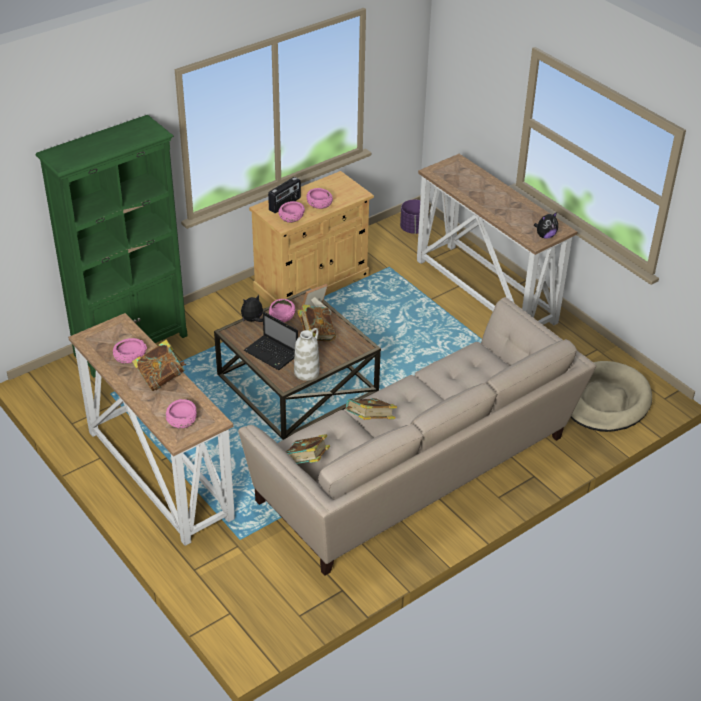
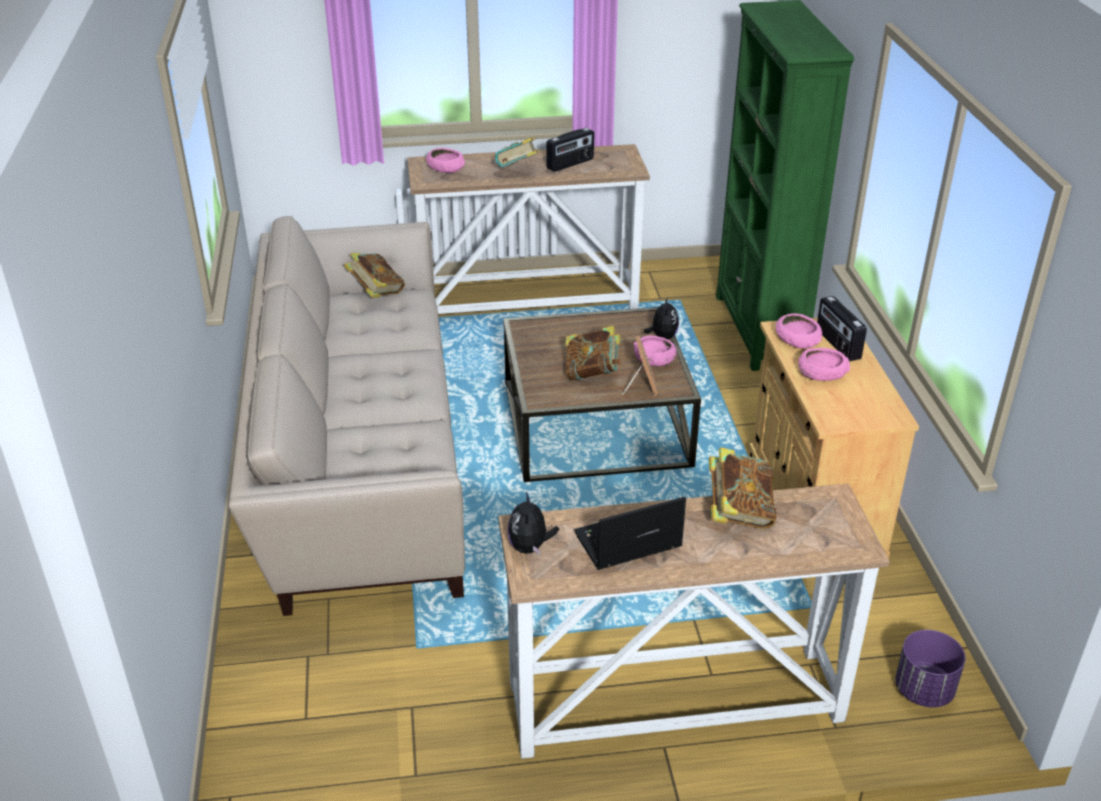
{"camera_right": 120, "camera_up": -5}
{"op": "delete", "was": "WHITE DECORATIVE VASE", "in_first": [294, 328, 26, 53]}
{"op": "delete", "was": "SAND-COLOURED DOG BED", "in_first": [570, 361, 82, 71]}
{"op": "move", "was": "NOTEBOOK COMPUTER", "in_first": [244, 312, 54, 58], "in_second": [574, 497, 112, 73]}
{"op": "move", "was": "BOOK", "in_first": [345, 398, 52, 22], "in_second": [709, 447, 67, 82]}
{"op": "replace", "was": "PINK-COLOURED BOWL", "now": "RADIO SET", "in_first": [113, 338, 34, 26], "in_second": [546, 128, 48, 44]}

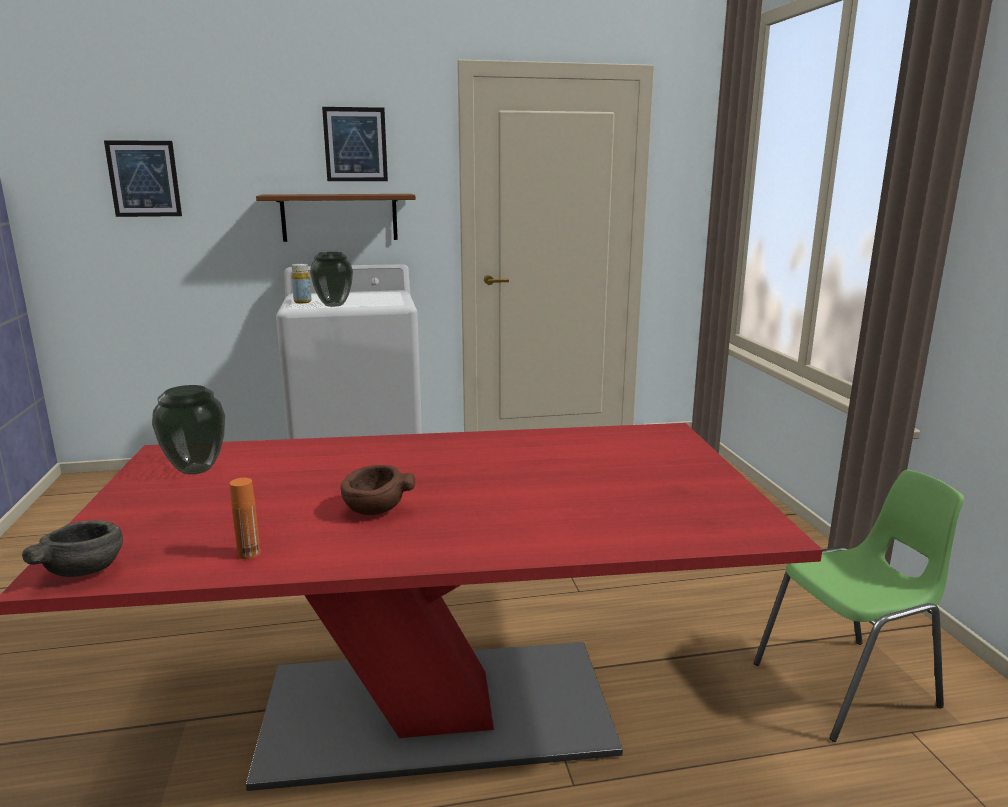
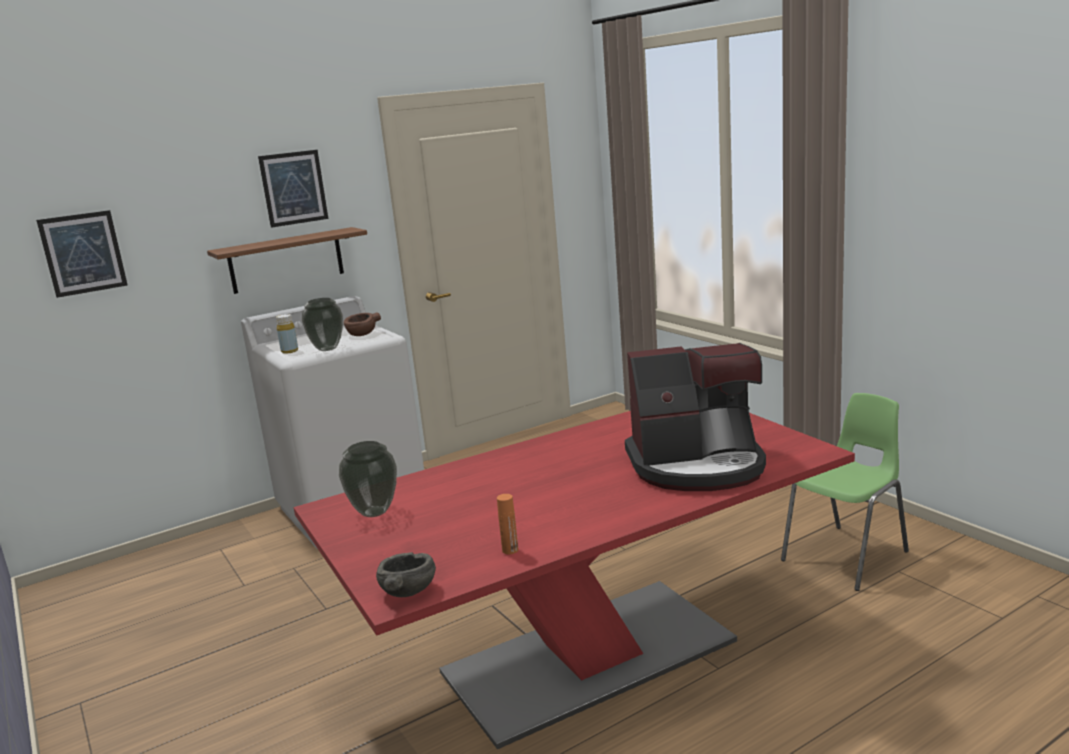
{"camera_right": -20, "camera_up": 0}
{"op": "insert", "now": "COFFEE MACHINE", "in_second": [625, 343, 141, 148]}
{"op": "move", "was": "BROWN-COLOURED BOWL", "in_first": [341, 465, 74, 50], "in_second": [344, 313, 37, 23]}

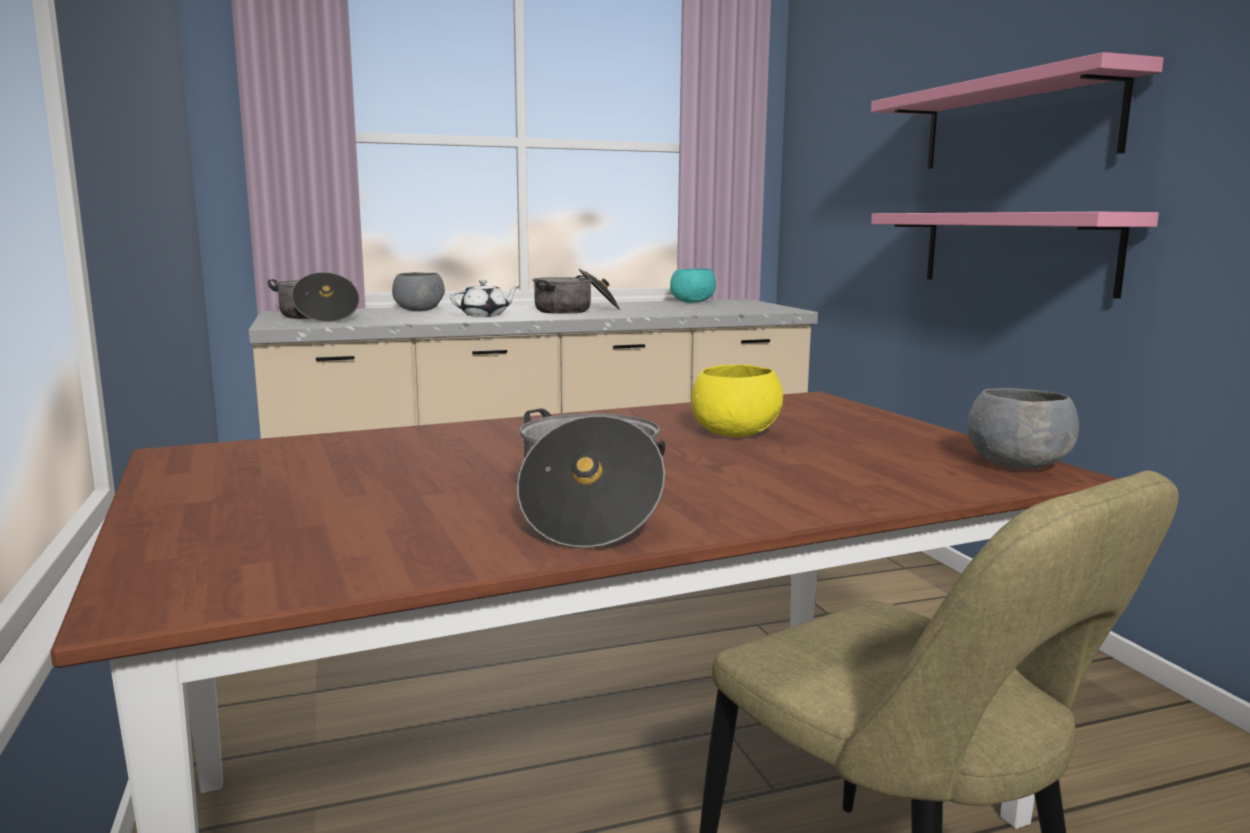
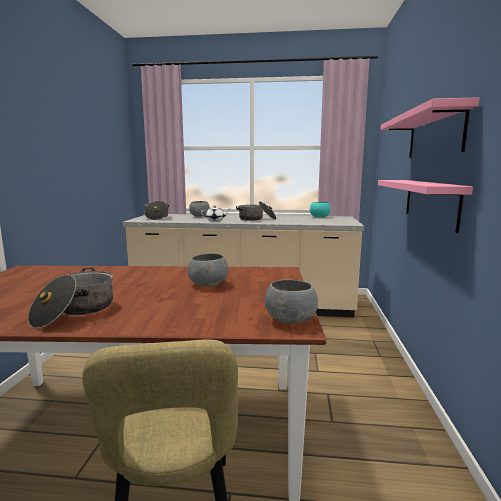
{"camera_right": 25, "camera_up": 0}
{"op": "recolor", "was": "YELLOW-COLOURED BOWL", "now": "GREY BOWL", "in_first": [691, 365, 92, 72], "in_second": [188, 254, 40, 33]}

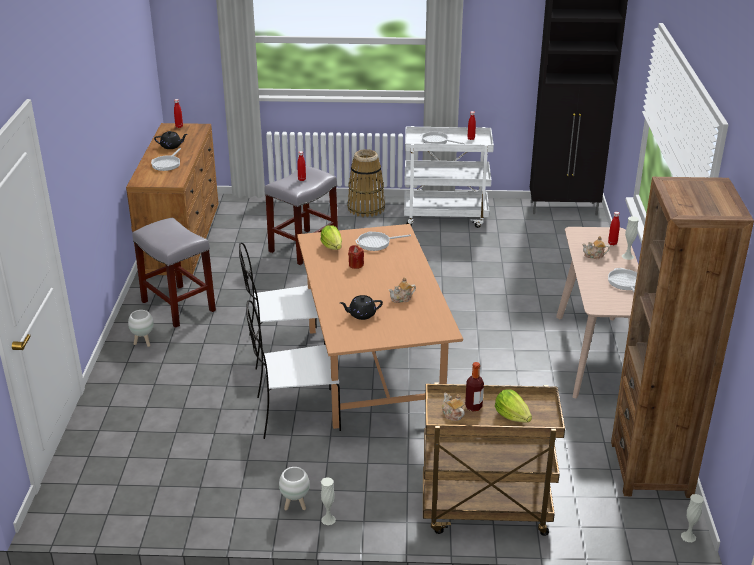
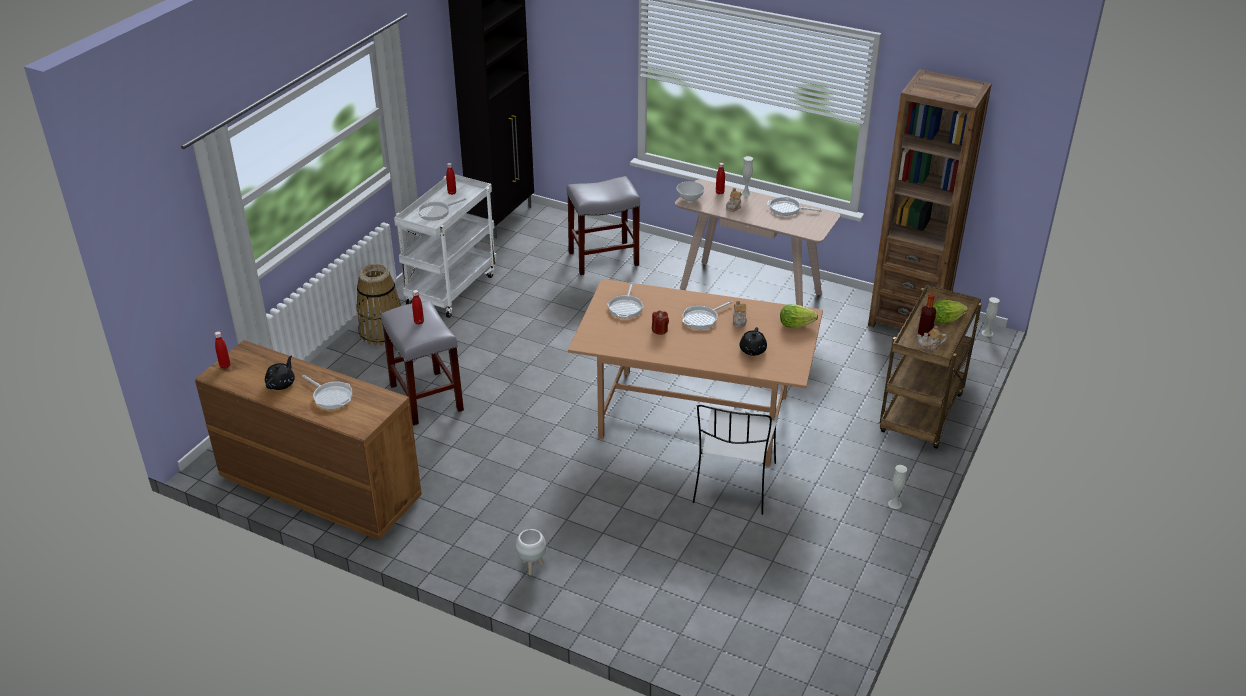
{"camera_right": -65, "camera_up": 5}
{"op": "delete", "was": "WHITE CHAIR", "in_first": [239, 243, 86, 127]}
{"op": "delete", "was": "WHITE PLANT POT", "in_first": [279, 467, 31, 43]}
{"op": "insert", "now": "WHITE BOWL", "in_second": [676, 181, 29, 21]}
{"op": "insert", "now": "FRYING PAN", "in_second": [682, 301, 50, 28]}
{"op": "move", "was": "GREY SITTING STOOL", "in_first": [132, 217, 84, 111], "in_second": [567, 176, 73, 100]}
{"op": "move", "was": "LETTUCE HEAD", "in_first": [320, 225, 22, 25], "in_second": [780, 304, 38, 24]}

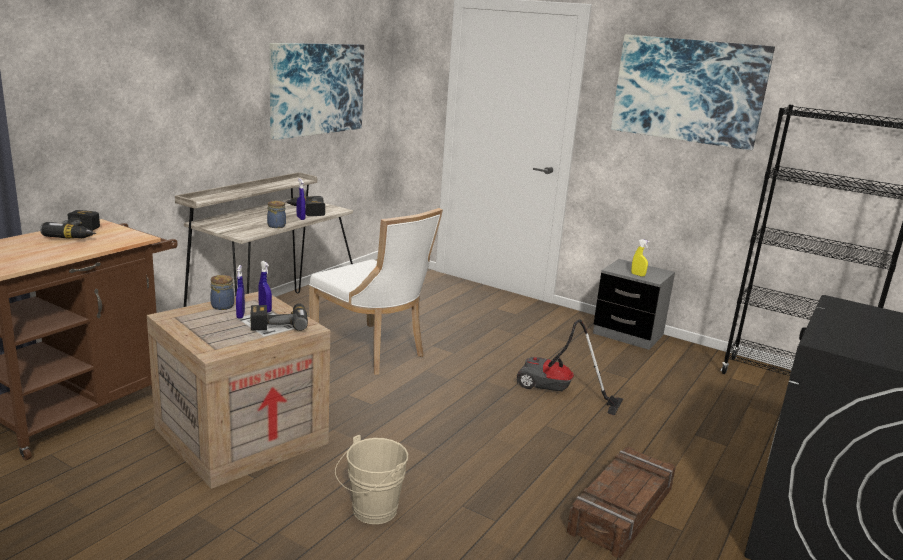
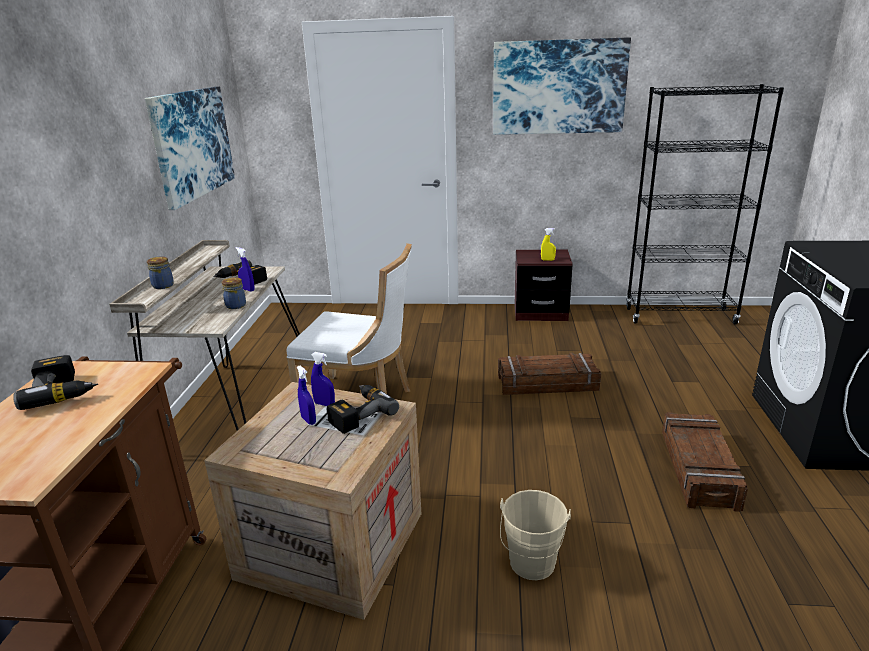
{"camera_right": -25, "camera_up": 5}
{"op": "move", "was": "JAR", "in_first": [210, 275, 24, 35], "in_second": [147, 256, 27, 33]}
{"op": "replace", "was": "VACUUM", "now": "PACKING CRATE", "in_first": [517, 319, 106, 97], "in_second": [498, 353, 103, 42]}
{"op": "recolor", "was": "GREY NIGHT TABLE", "now": "BROWN-COLOURED NIGHT TABLE", "in_first": [593, 259, 82, 91], "in_second": [514, 250, 59, 71]}

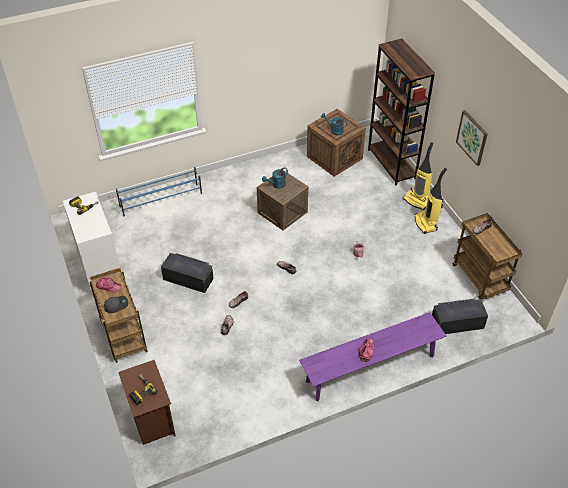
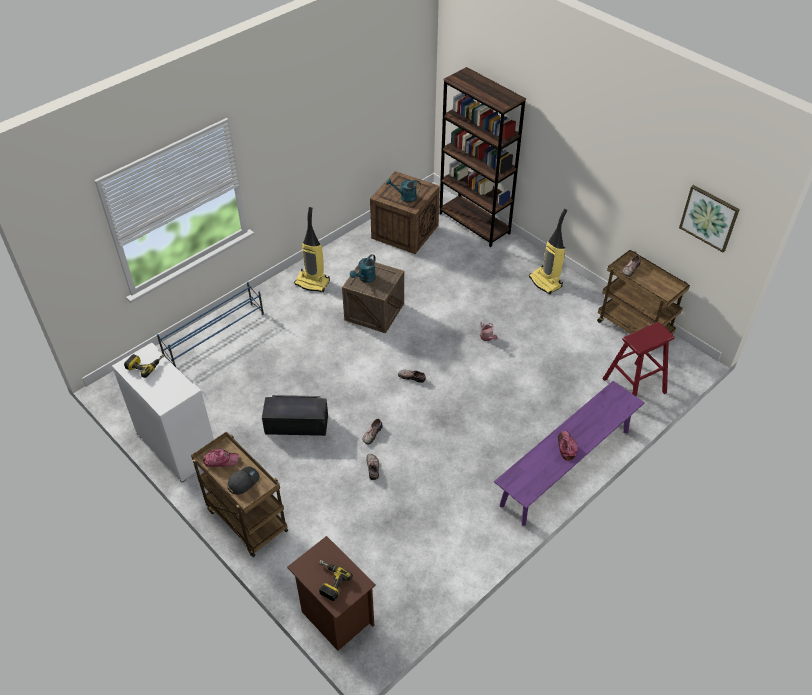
{"camera_right": -20, "camera_up": 0}
{"op": "move", "was": "VACUUM", "in_first": [403, 142, 30, 68], "in_second": [294, 207, 36, 85]}
{"op": "move", "was": "PICTURE", "in_first": [456, 110, 31, 56], "in_second": [679, 185, 61, 67]}
{"op": "replace", "was": "BLACK-COLOURED STORAGE CONTAINER", "now": "REDDISH SITTING STOOL", "in_first": [432, 298, 56, 36], "in_second": [603, 322, 72, 75]}

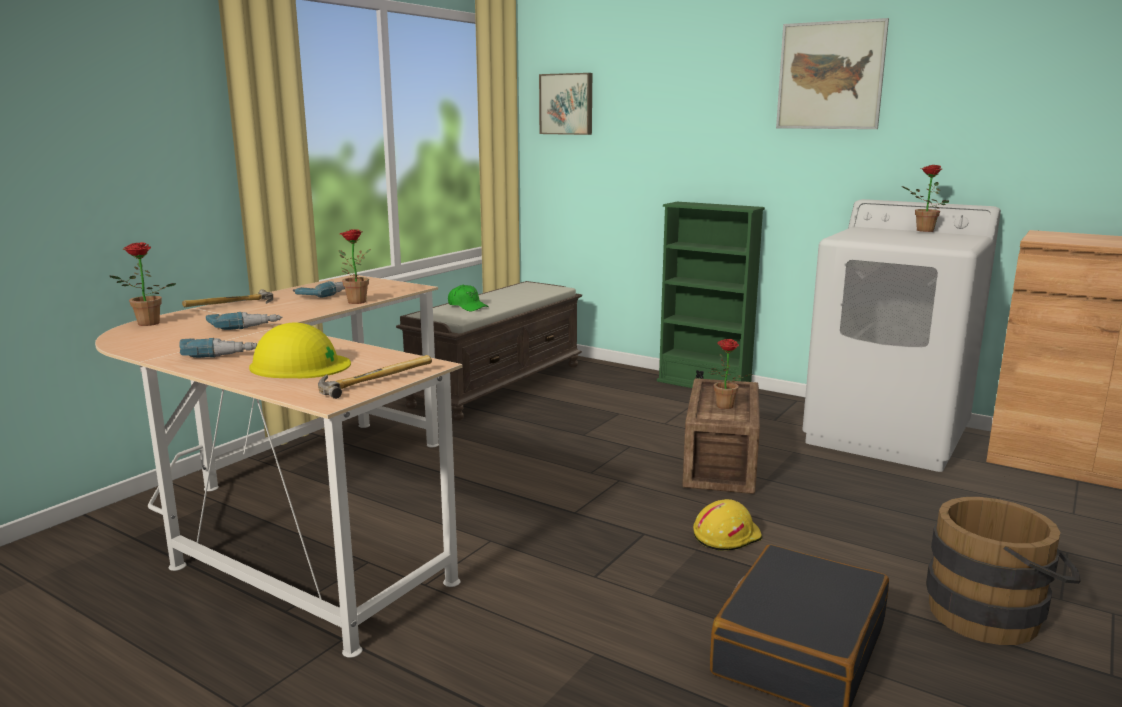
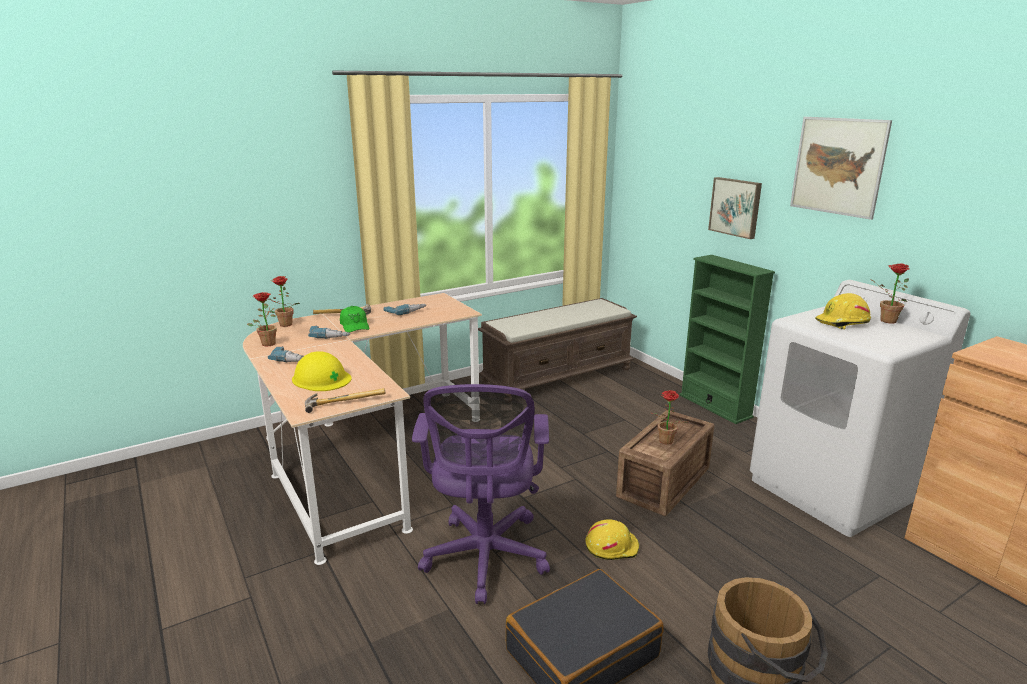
{"camera_right": 25, "camera_up": 5}
{"op": "insert", "now": "PURPLE OFFICE CHAIR", "in_second": [412, 384, 138, 220]}
{"op": "insert", "now": "YELLOW-COLOURED SAFETY HELMET", "in_second": [815, 293, 56, 36]}
{"op": "move", "was": "POTTED PLANT", "in_first": [339, 229, 32, 75], "in_second": [247, 292, 30, 54]}
{"op": "move", "was": "GREENISH CAP", "in_first": [448, 284, 41, 27], "in_second": [340, 306, 29, 27]}
{"op": "move", "was": "PICTURE", "in_first": [539, 73, 53, 62], "in_second": [708, 177, 54, 62]}

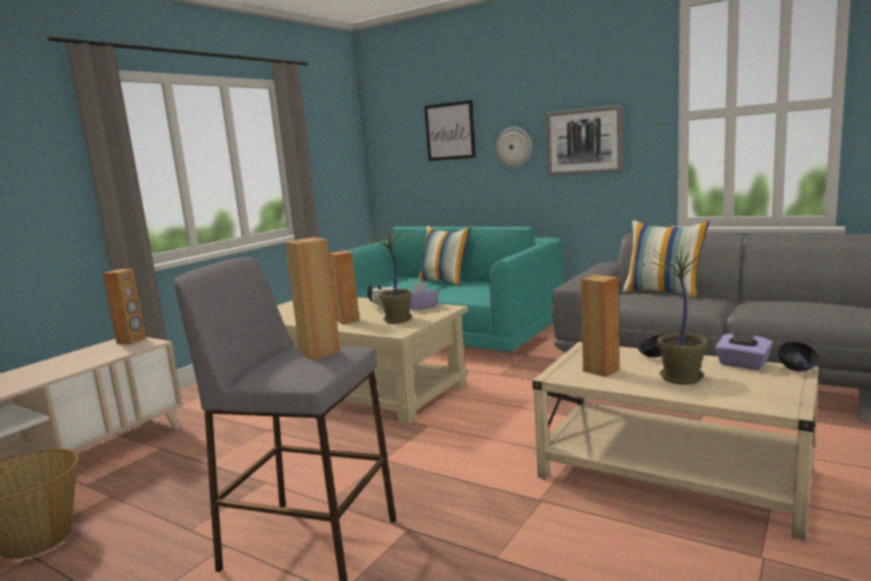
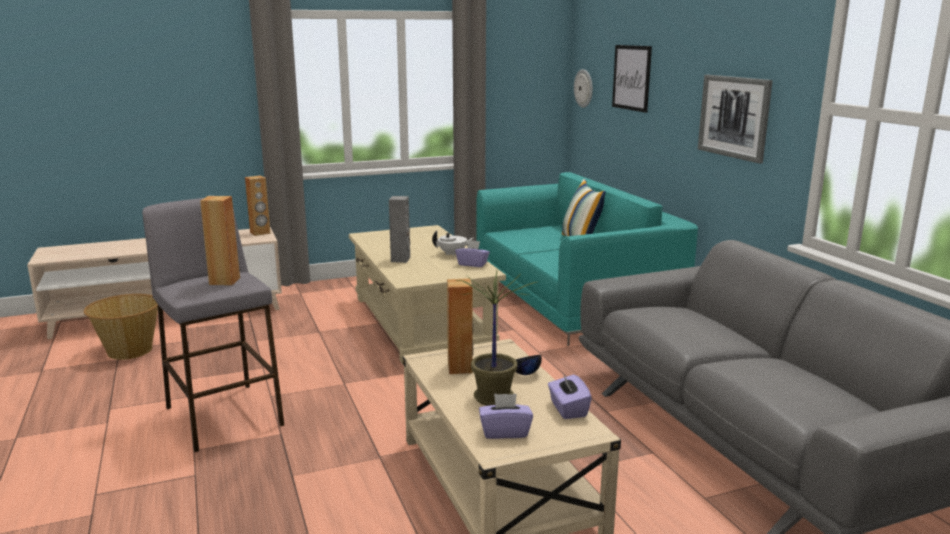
{"camera_right": 35, "camera_up": 5}
{"op": "delete", "was": "POTTED PLANT", "in_first": [361, 228, 56, 96]}
{"op": "delete", "was": "THROW PILLOW", "in_first": [622, 220, 88, 79]}
{"op": "delete", "was": "BLACK-COLOURED BOWL", "in_first": [778, 341, 42, 31]}
{"op": "insert", "now": "PURPLE TISSUE HOLDER", "in_second": [479, 394, 54, 45]}
{"op": "move", "was": "HANGING CLOCK", "in_first": [496, 127, 36, 40], "in_second": [574, 69, 19, 39]}
{"op": "recolor", "was": "BROWN-COLOURED LOUDSPEAKER", "now": "GREY LOUDSPEAKER", "in_first": [329, 251, 31, 74], "in_second": [389, 196, 21, 67]}

